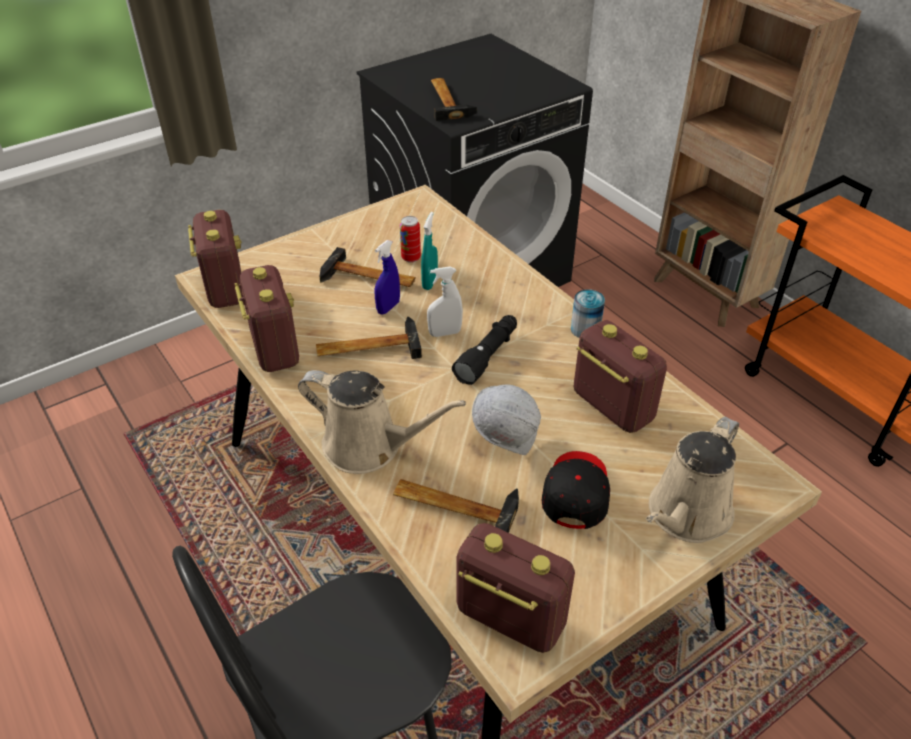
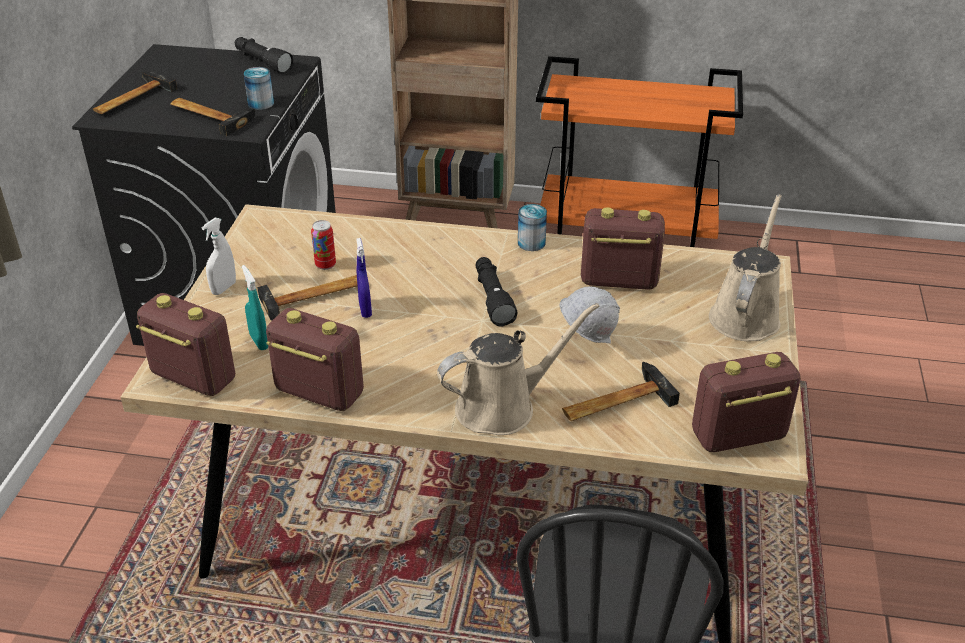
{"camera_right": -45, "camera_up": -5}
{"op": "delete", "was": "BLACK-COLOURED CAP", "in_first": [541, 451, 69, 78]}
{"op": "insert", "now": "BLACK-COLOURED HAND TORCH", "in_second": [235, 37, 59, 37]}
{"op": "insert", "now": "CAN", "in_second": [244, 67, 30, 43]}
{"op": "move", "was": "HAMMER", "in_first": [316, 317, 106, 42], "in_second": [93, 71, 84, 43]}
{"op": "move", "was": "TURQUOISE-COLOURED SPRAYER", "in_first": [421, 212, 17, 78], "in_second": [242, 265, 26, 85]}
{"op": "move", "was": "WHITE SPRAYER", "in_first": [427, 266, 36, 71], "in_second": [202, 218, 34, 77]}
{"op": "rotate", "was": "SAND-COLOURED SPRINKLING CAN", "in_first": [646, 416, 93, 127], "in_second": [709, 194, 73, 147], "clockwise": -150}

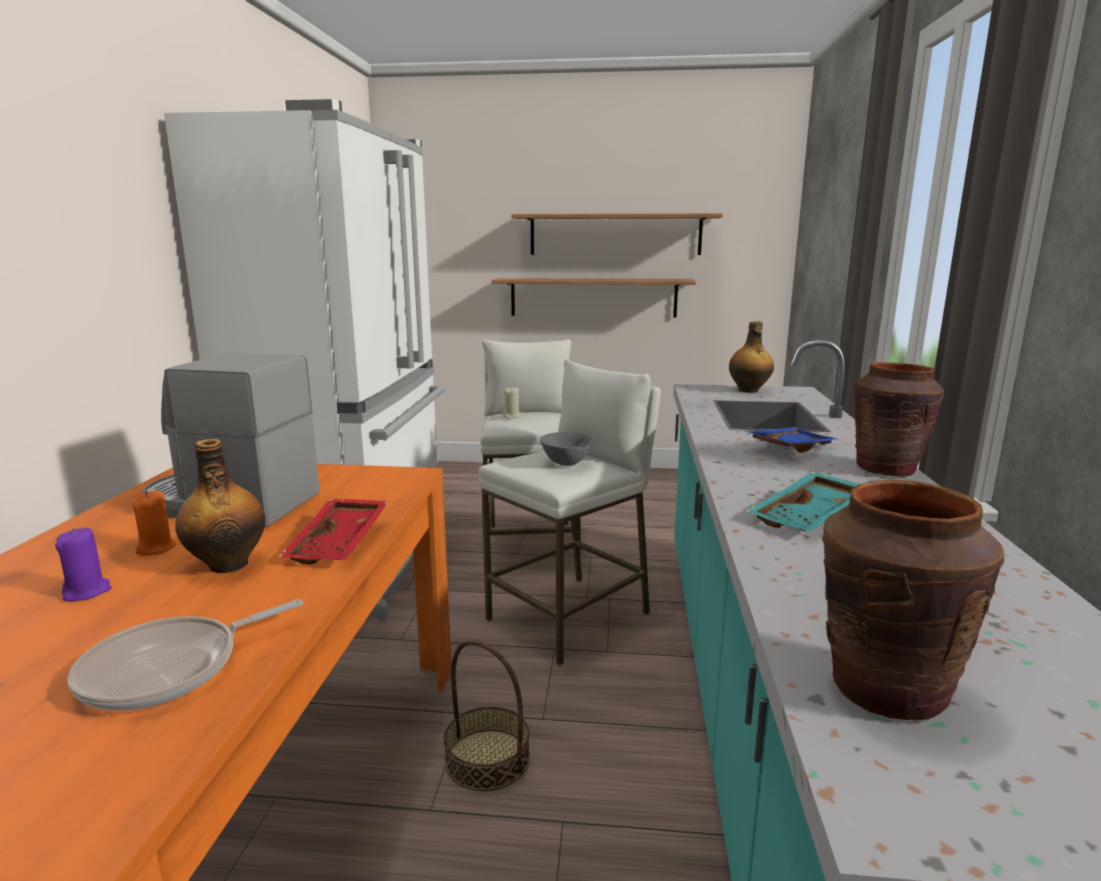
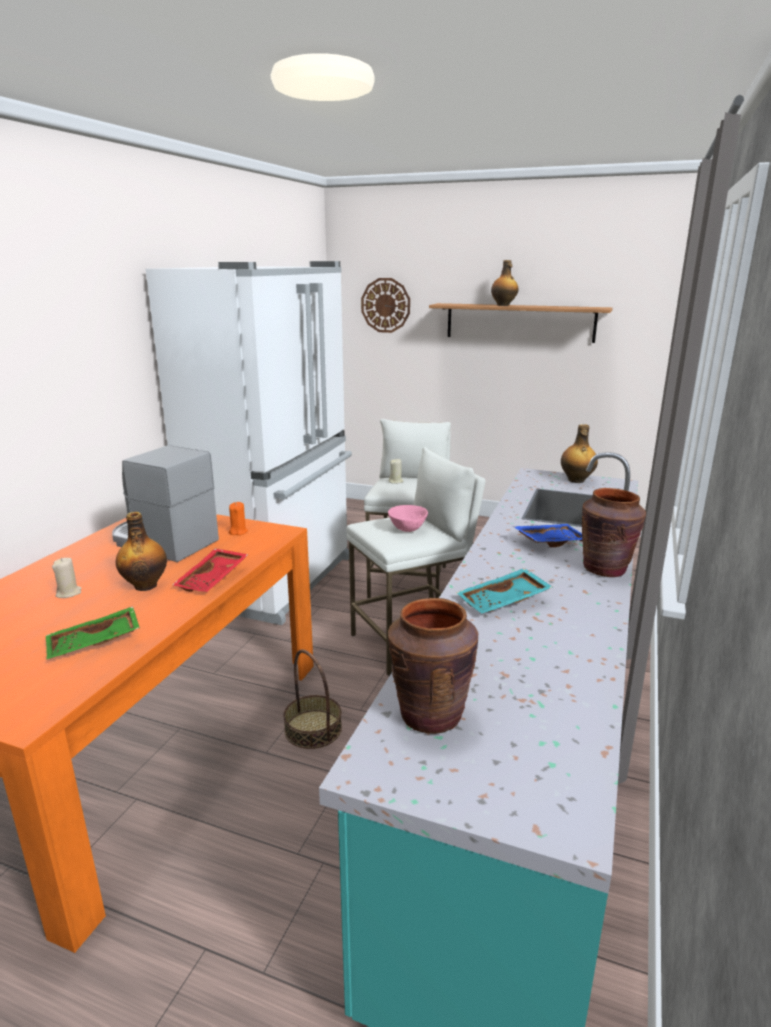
{"camera_right": 15, "camera_up": 5}
{"op": "delete", "was": "WALL SHELF", "in_first": [492, 278, 204, 40]}
{"op": "insert", "now": "HANGING CLOCK", "in_second": [361, 278, 49, 55]}
{"op": "insert", "now": "BOTTLE", "in_second": [491, 260, 28, 46]}
{"op": "move", "was": "ORANGE WAX LIGHT", "in_first": [133, 491, 43, 65], "in_second": [229, 502, 19, 33]}
{"op": "replace", "was": "FRYING PAN", "now": "GREENISH SERVING TRAY", "in_first": [68, 599, 235, 111], "in_second": [46, 606, 94, 53]}
{"op": "recolor", "was": "PURPLE WAX LIGHT", "now": "SAND-COLOURED WAX LIGHT", "in_first": [55, 528, 56, 73], "in_second": [52, 558, 29, 40]}
{"op": "recolor", "was": "GREY BOWL", "now": "PINK-COLOURED BOWL", "in_first": [540, 432, 53, 34], "in_second": [388, 505, 40, 27]}

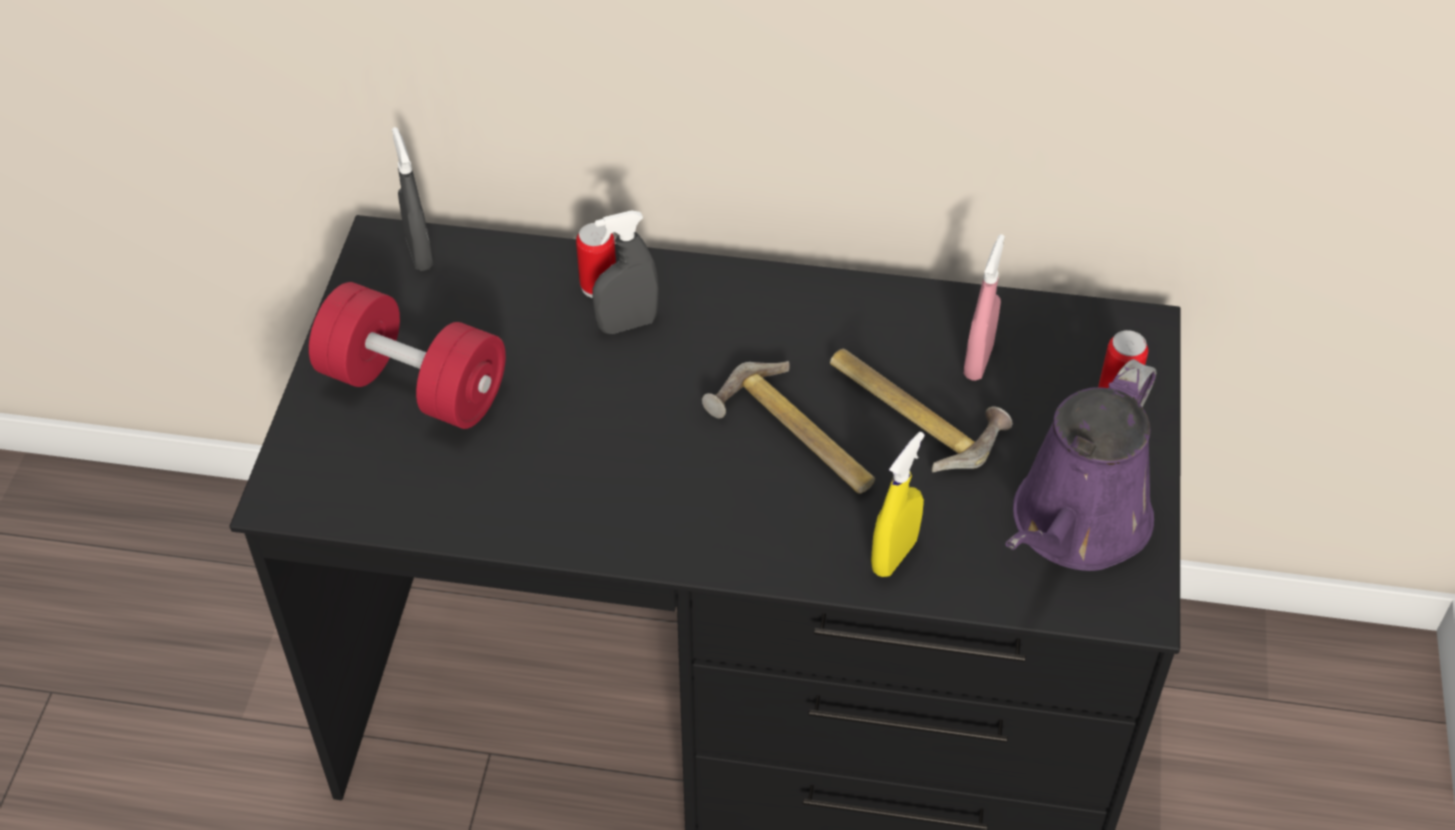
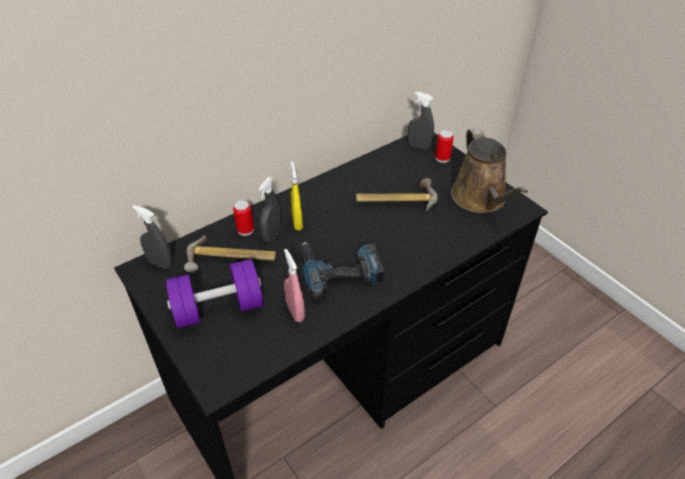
{"camera_right": -45, "camera_up": -5}
{"op": "insert", "now": "ELECTRIC DRILL", "in_second": [301, 242, 83, 57]}
{"op": "insert", "now": "GREY SPRAYER", "in_second": [408, 92, 26, 58]}
{"op": "move", "was": "HAMMER", "in_first": [702, 361, 173, 133], "in_second": [184, 235, 92, 37]}
{"op": "move", "was": "YELLOW-COLOURED SPRAYER", "in_first": [871, 432, 54, 145], "in_second": [291, 161, 12, 69]}
{"op": "move", "was": "PINK-COLOURED SPRAYER", "in_first": [964, 234, 41, 147], "in_second": [284, 249, 21, 73]}
{"op": "recolor", "was": "REDDISH FREE WEIGHT", "now": "PURPLE FREE WEIGHT", "in_first": [309, 282, 197, 147], "in_second": [166, 259, 97, 69]}
{"op": "recolor", "was": "PURPLE SPRINKLING CAN", "now": "BROWN-COLOURED SPRINKLING CAN", "in_first": [1005, 359, 151, 212], "in_second": [451, 128, 77, 85]}

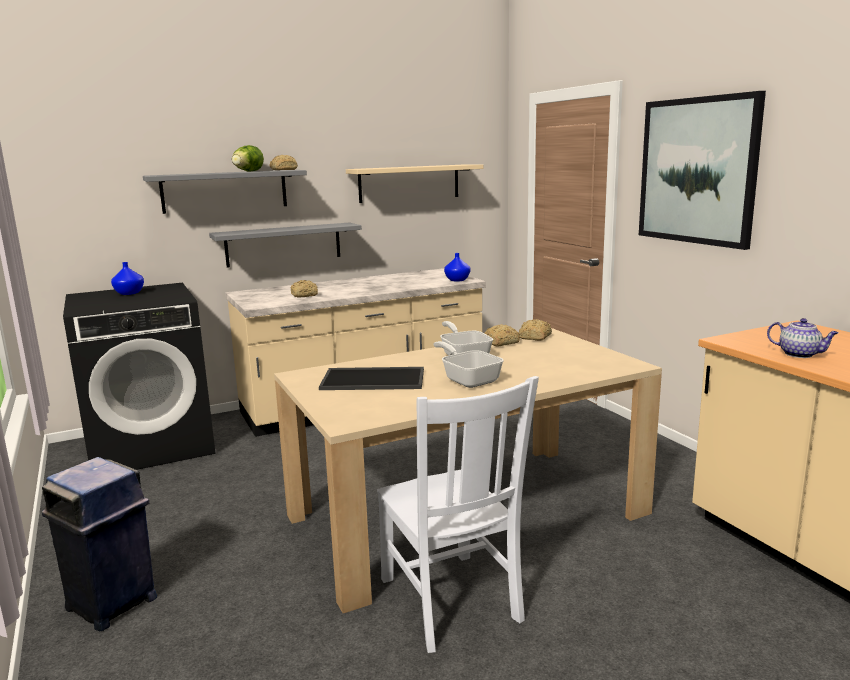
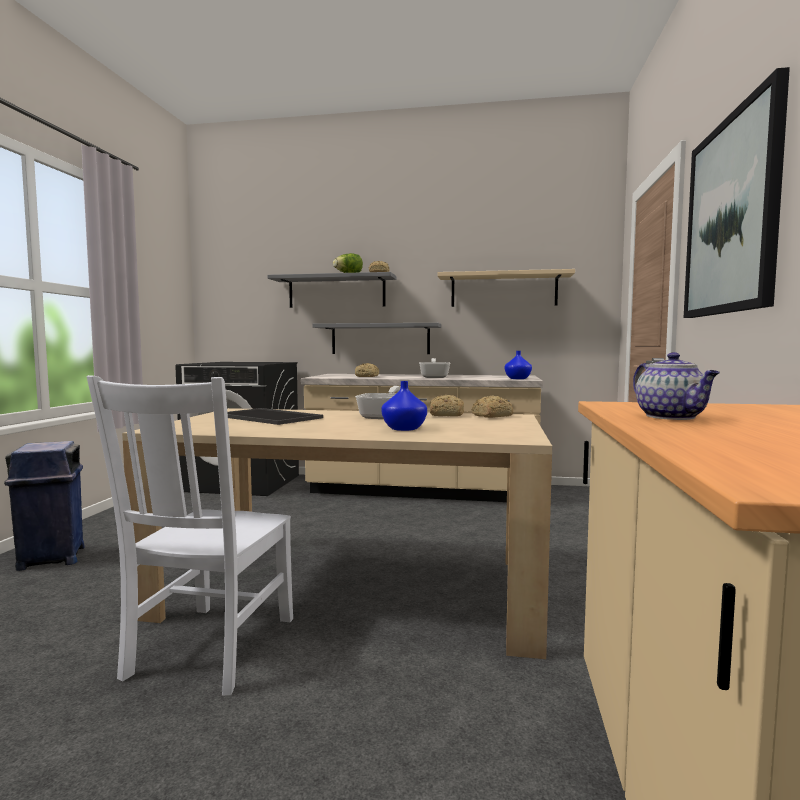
{"camera_right": 35, "camera_up": -10}
{"op": "move", "was": "BLUISH DECORATIVE VASE", "in_first": [111, 262, 33, 33], "in_second": [382, 381, 45, 50]}
{"op": "move", "was": "FRYING PAN", "in_first": [433, 341, 71, 47], "in_second": [419, 358, 32, 20]}

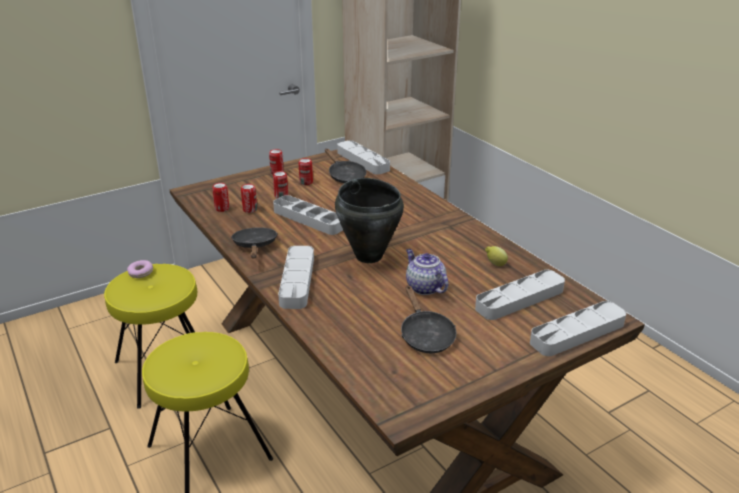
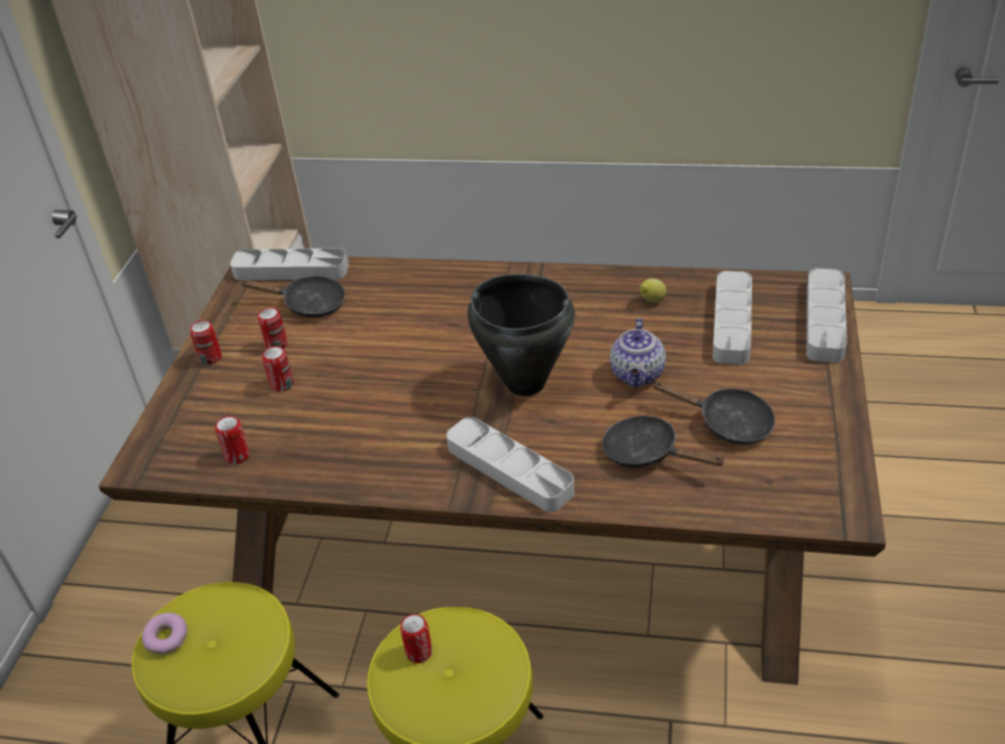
{"camera_right": -45, "camera_up": 10}
{"op": "delete", "was": "GREY SERVING TRAY", "in_first": [273, 195, 70, 40]}
{"op": "move", "was": "BLACK-COLOURED FRYING PAN", "in_first": [231, 227, 47, 31], "in_second": [602, 416, 123, 52]}
{"op": "move", "was": "CAN", "in_first": [241, 184, 16, 29], "in_second": [400, 614, 32, 49]}
{"op": "rotate", "was": "TEA POT", "in_first": [406, 249, 43, 46], "in_second": [610, 318, 56, 70], "clockwise": -90}

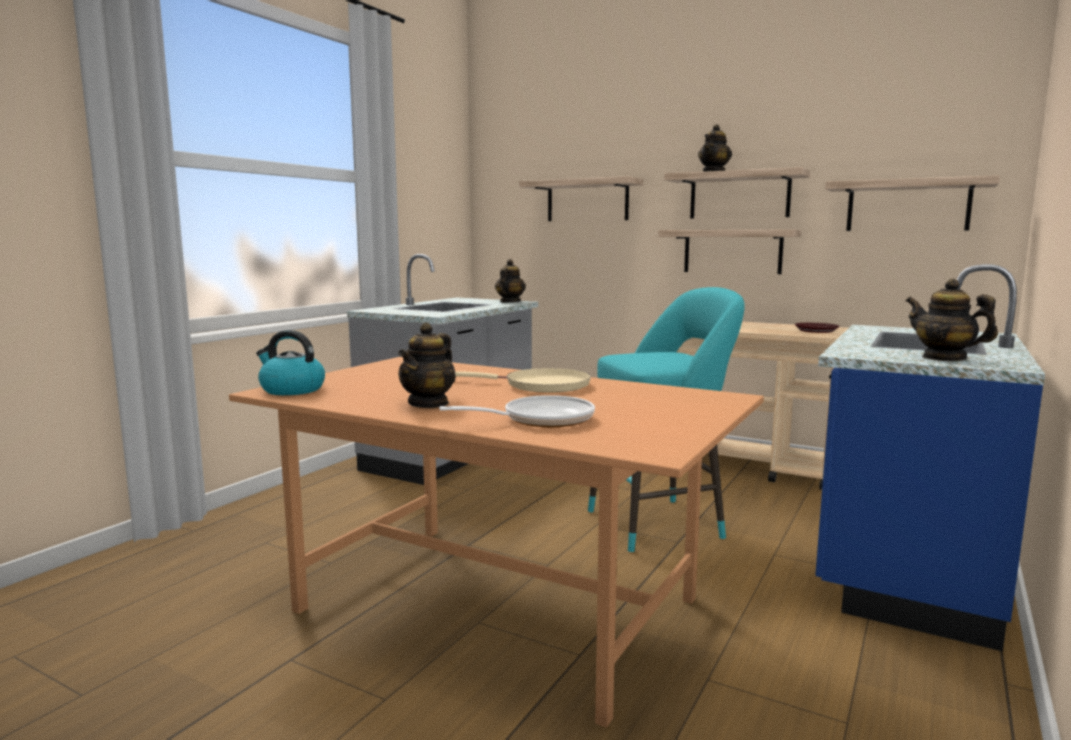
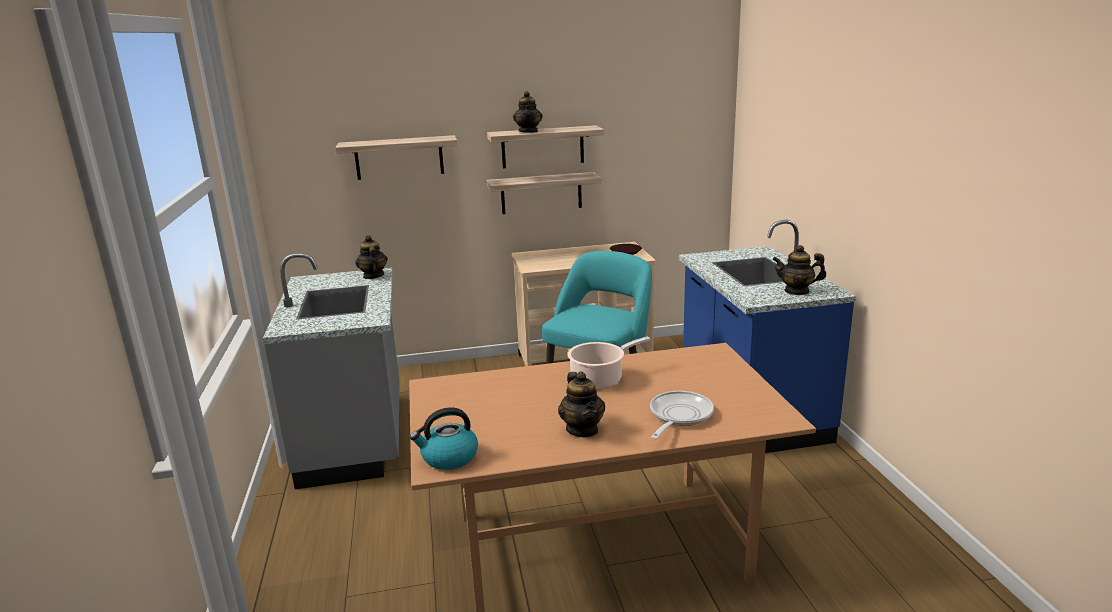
{"camera_right": -40, "camera_up": 10}
{"op": "delete", "was": "WALL SHELF", "in_first": [825, 175, 175, 56]}
{"op": "replace", "was": "SAND-COLOURED FRYING PAN", "now": "STOCKPOT", "in_first": [455, 368, 136, 25], "in_second": [567, 337, 83, 52]}

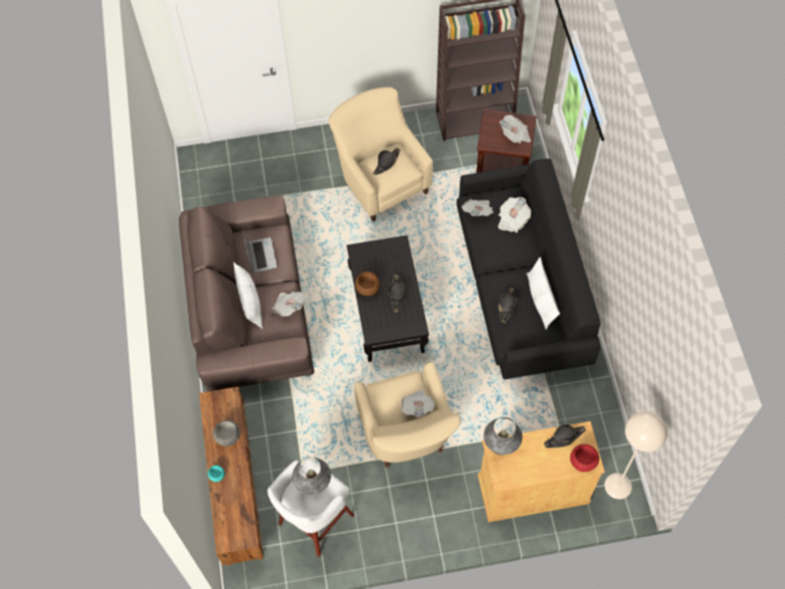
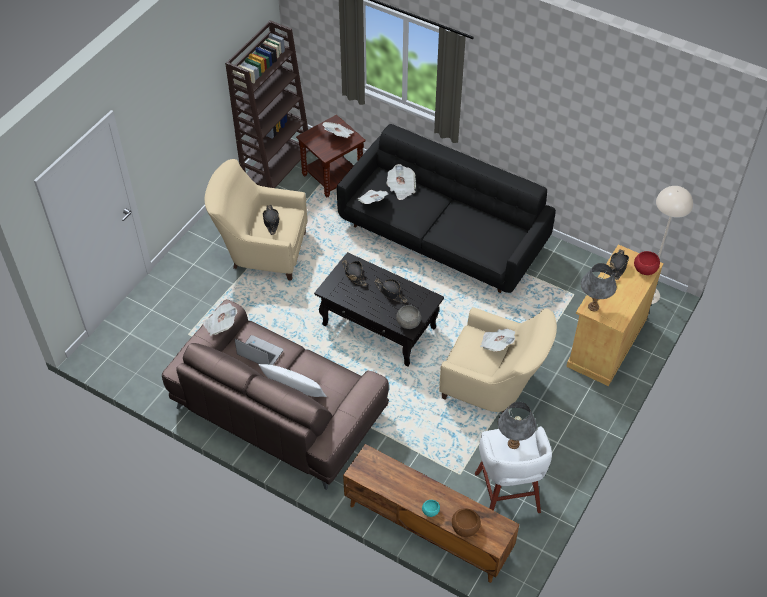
{"camera_right": -50, "camera_up": -10}
{"op": "delete", "was": "WHITE THROW PILLOW", "in_first": [527, 257, 33, 73]}
{"op": "move", "was": "GREY BOWL", "in_first": [213, 420, 27, 27], "in_second": [396, 305, 25, 24]}
{"op": "move", "was": "DAILY PAPER", "in_first": [272, 292, 33, 24], "in_second": [203, 303, 34, 33]}
{"op": "move", "was": "BROWN-COLOURED BOWL", "in_first": [355, 271, 25, 25], "in_second": [452, 509, 29, 28]}
{"op": "move", "was": "BLACK-COLOURED HAT", "in_first": [498, 287, 19, 36], "in_second": [342, 260, 25, 26]}

